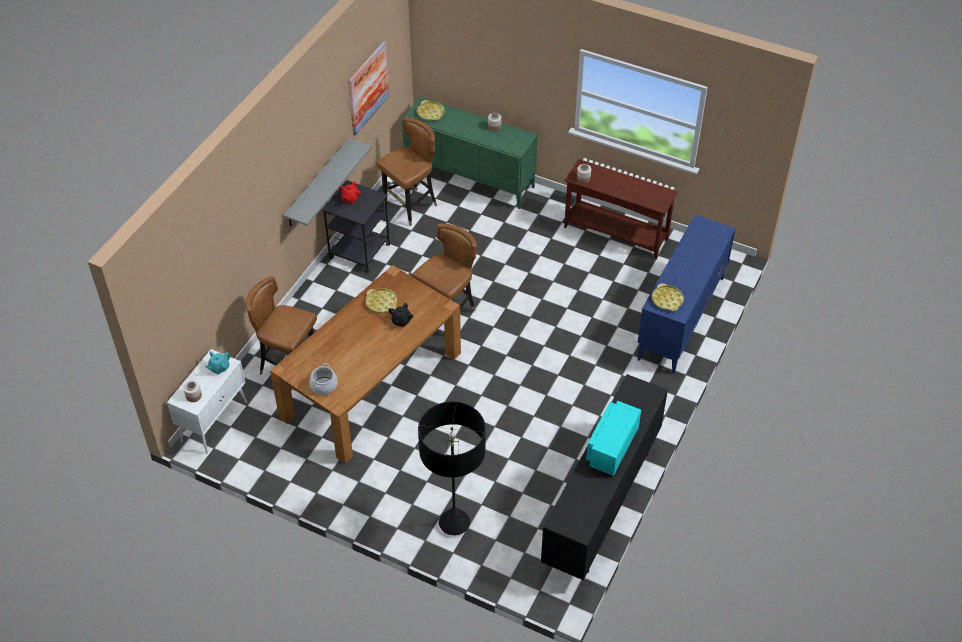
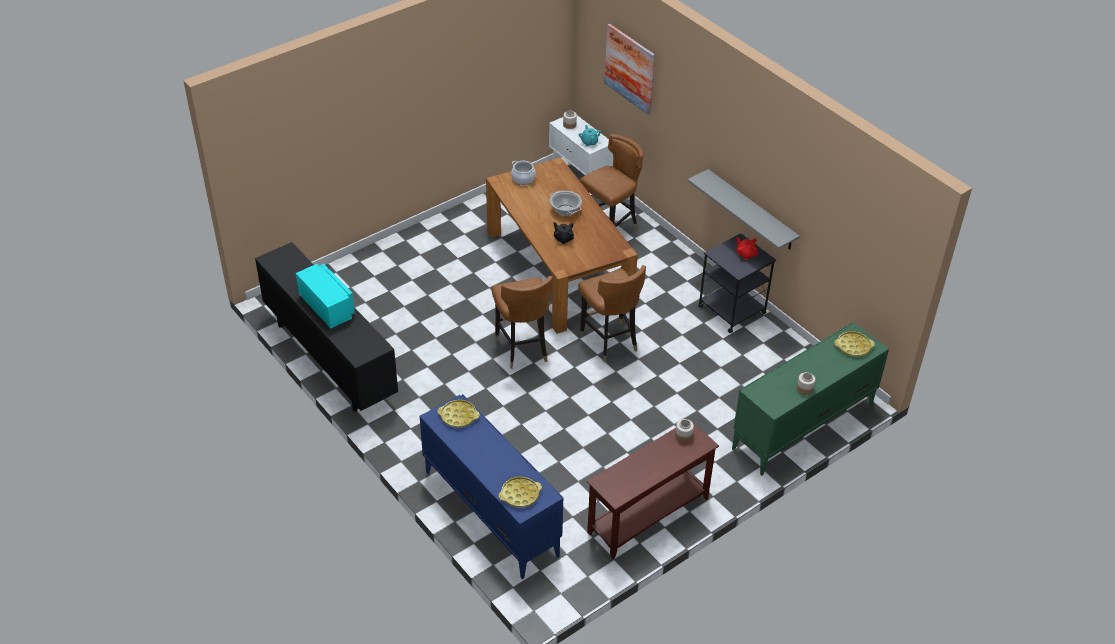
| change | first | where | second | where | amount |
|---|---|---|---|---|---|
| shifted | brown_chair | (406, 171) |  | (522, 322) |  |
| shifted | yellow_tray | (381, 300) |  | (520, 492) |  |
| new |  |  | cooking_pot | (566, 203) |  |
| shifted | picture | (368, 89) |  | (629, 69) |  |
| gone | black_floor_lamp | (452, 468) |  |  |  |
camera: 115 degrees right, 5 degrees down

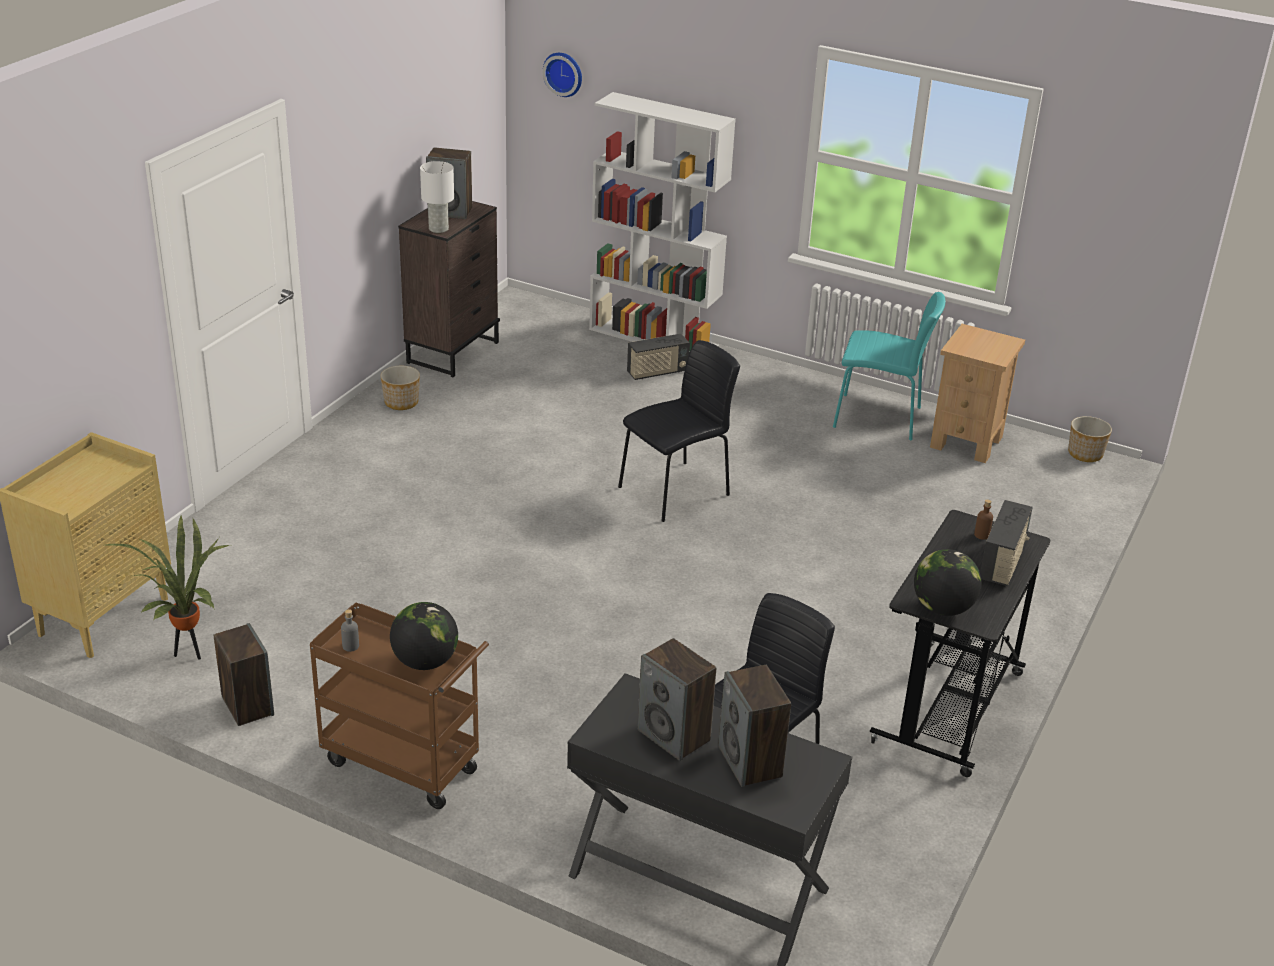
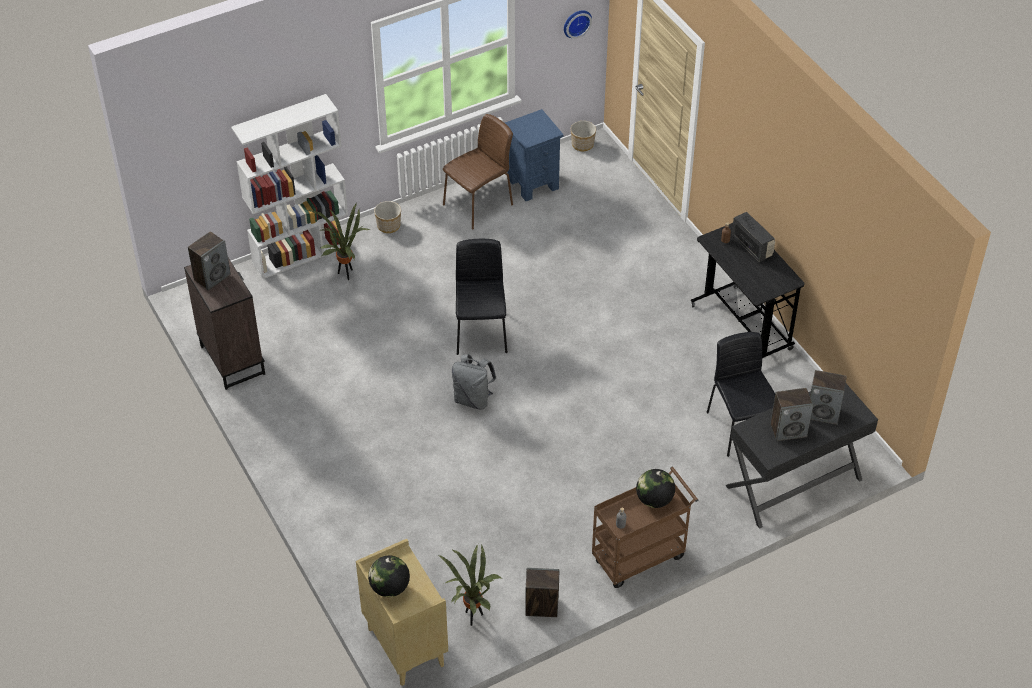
| change | first | where | second | where | amount |
|---|---|---|---|---|---|
| swapped | radio | (658, 357) | potted_plant | (339, 241) |  |
| shifted | globe | (948, 582) |  | (389, 576) |  |
| shifted | planter | (400, 388) |  | (387, 217) |  |
| repainted | turquoise_chair | (889, 366) | brown_chair | (478, 171) |  |
| new |  |  | grey_backpack | (474, 382) |  |
| repainted | beige_nightstand | (977, 393) | blue_nightstand | (534, 155) |  |
| shifted | wall_clock | (562, 75) |  | (578, 24) |  |
| gone | white_table_lamp | (437, 197) |  |  |  |
camera: 55 degrees left, 15 degrees up

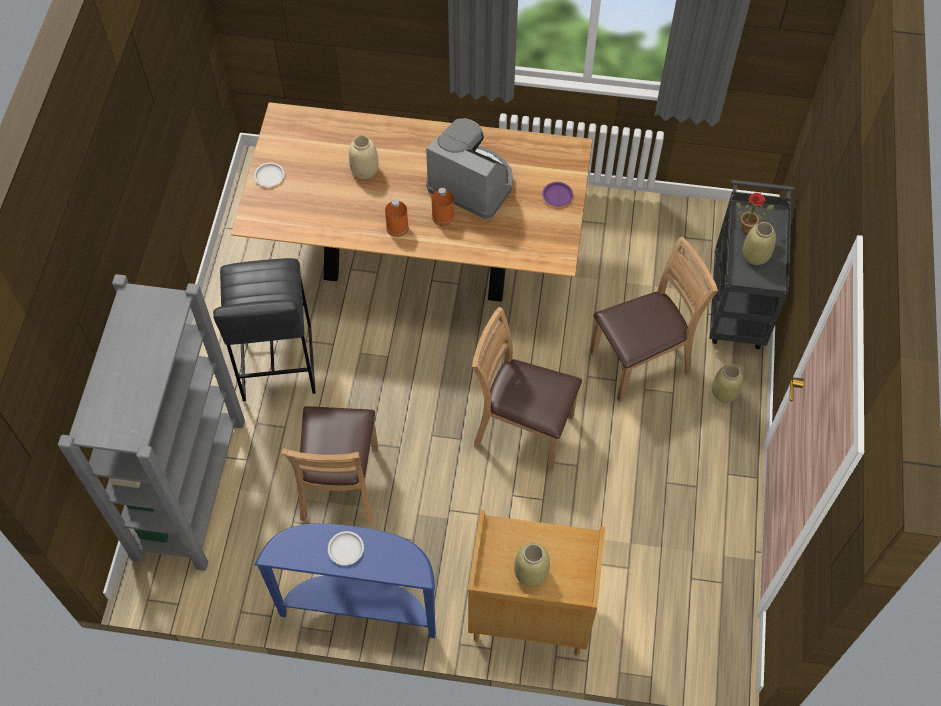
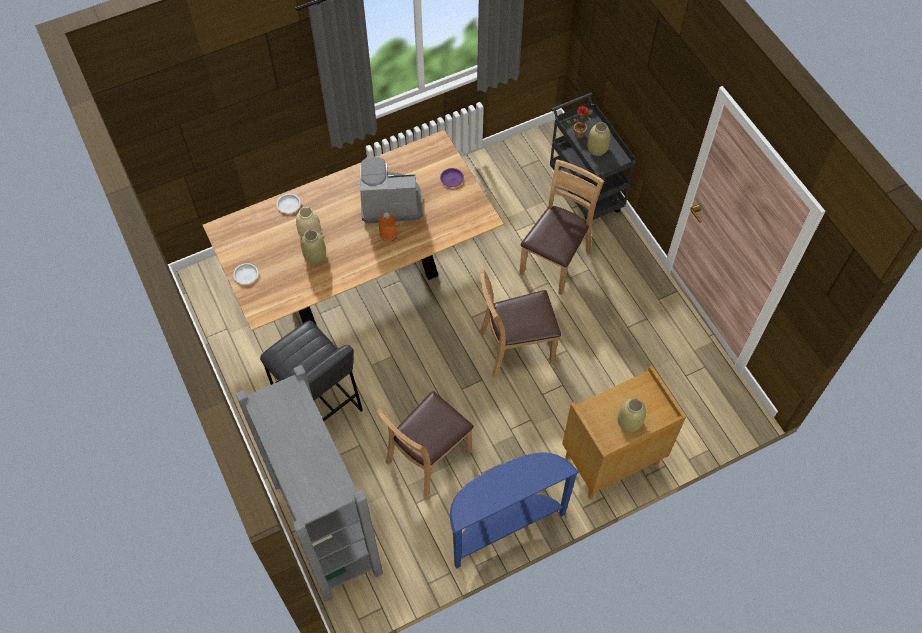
| change | first | where | second | where | amount |
|---|---|---|---|---|---|
| shifted | white_plate | (346, 548) |  | (288, 203) |  |
| shifted | beige_vase | (727, 383) |  | (313, 247) |  |
| rotated | brown_chair | (329, 465) |  | (425, 445) | 75 degrees clockwise |
| gone | orange_bottle | (397, 218) |  |  |  |
camera: 35 degrees left, 0 degrees up

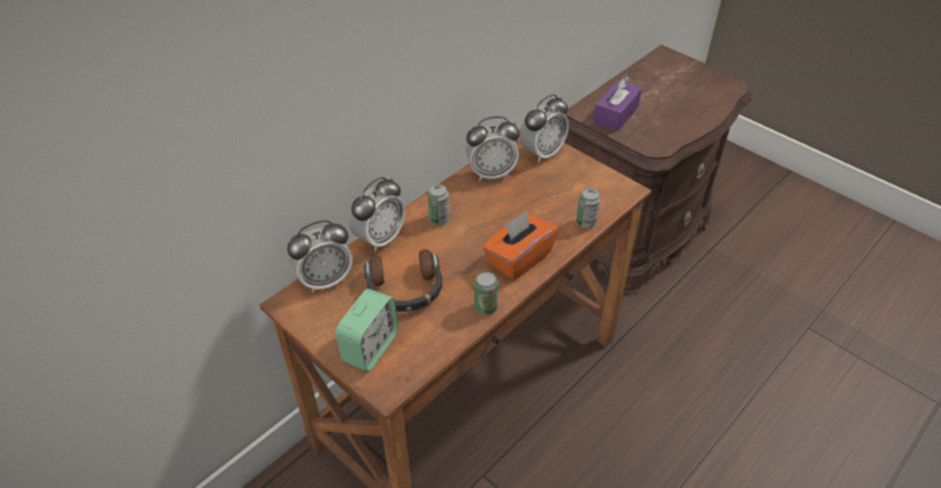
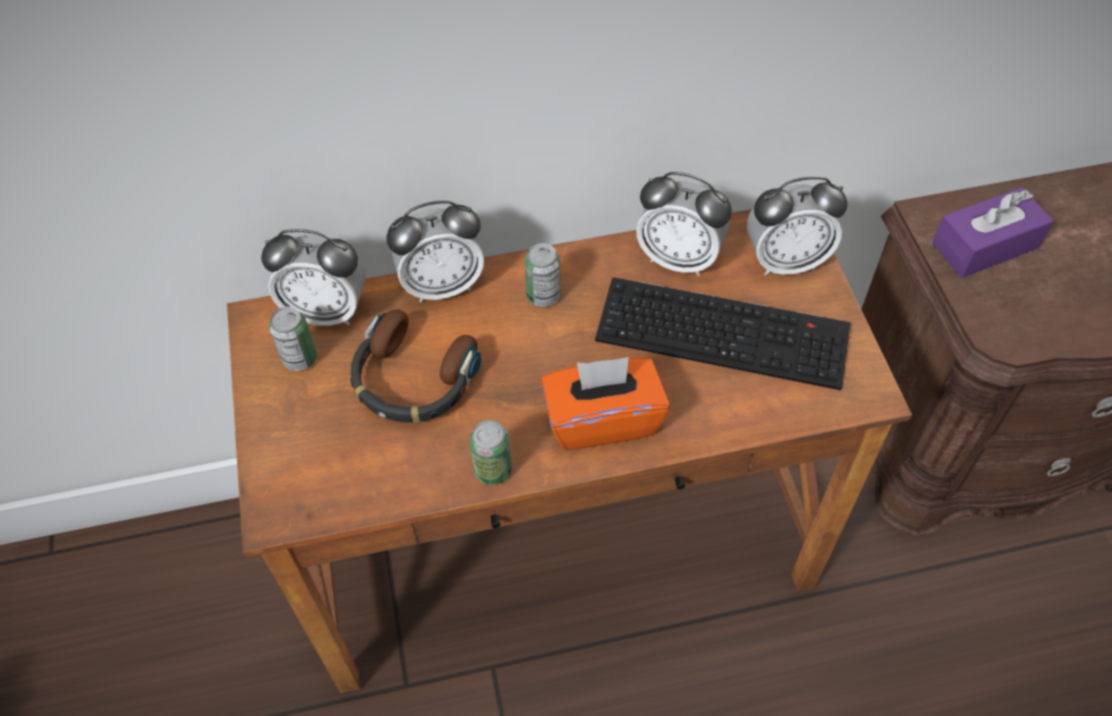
| change | first | where | second | where | amount |
|---|---|---|---|---|---|
| shifted | can | (588, 208) |  | (293, 339) |  |
| new |  |  | keyboard | (723, 333) |  |
| gone | alarm_clock | (367, 330) |  |  |  |
camera: 35 degrees right, 10 degrees up

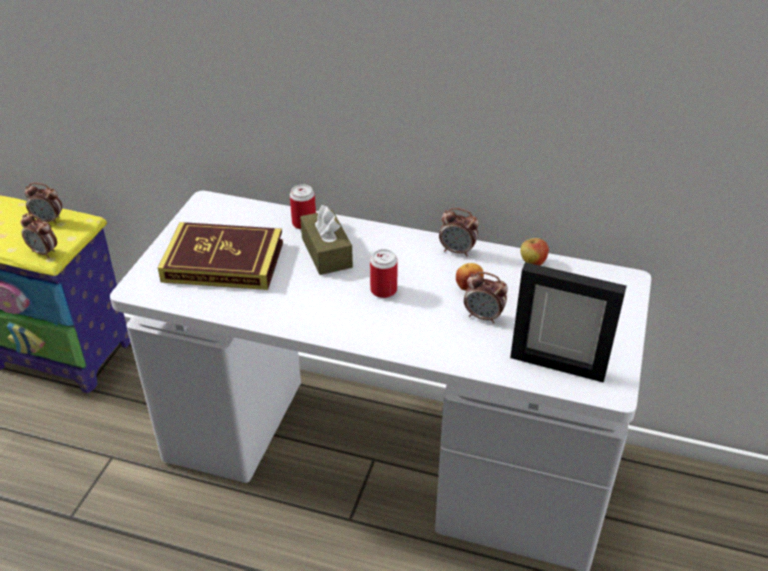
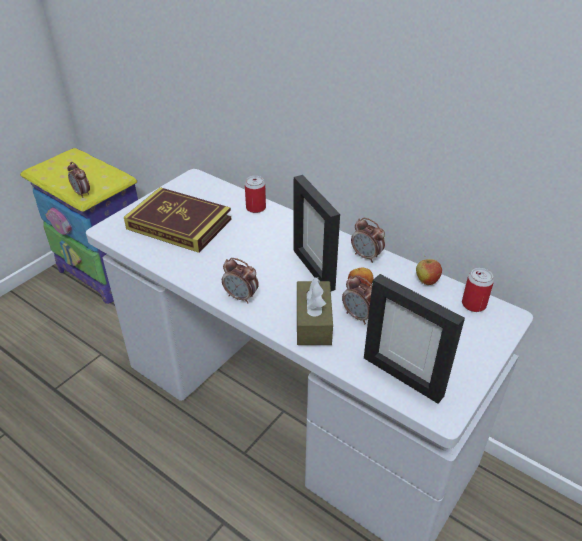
| change | first | where | second | where | amount |
|---|---|---|---|---|---|
| shifted | alarm_clock | (43, 203) |  | (240, 281) |  |
| new |  |  | picture_frame | (316, 233) |  |
| shifted | brown_tissue_box | (326, 240) |  | (315, 311) |  |
| shifted | can | (384, 273) |  | (478, 290) |  |
camera: 20 degrees right, 0 degrees up

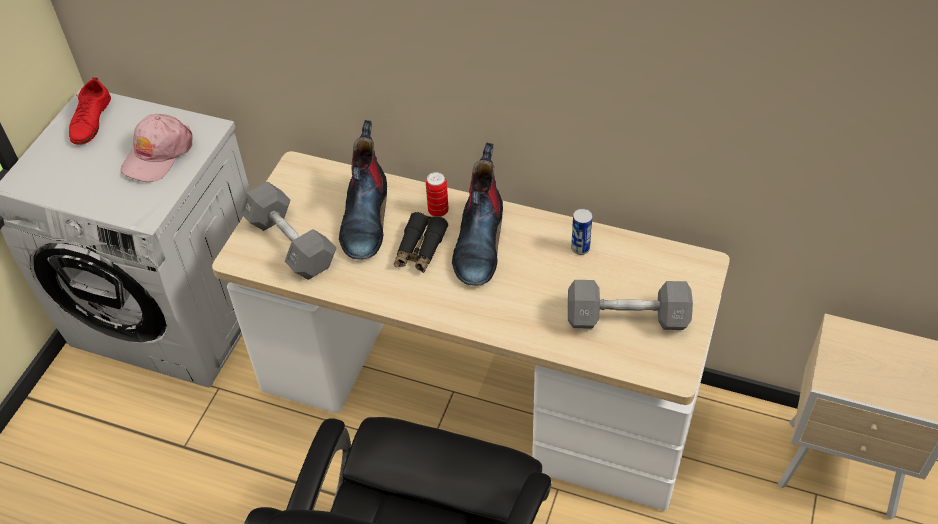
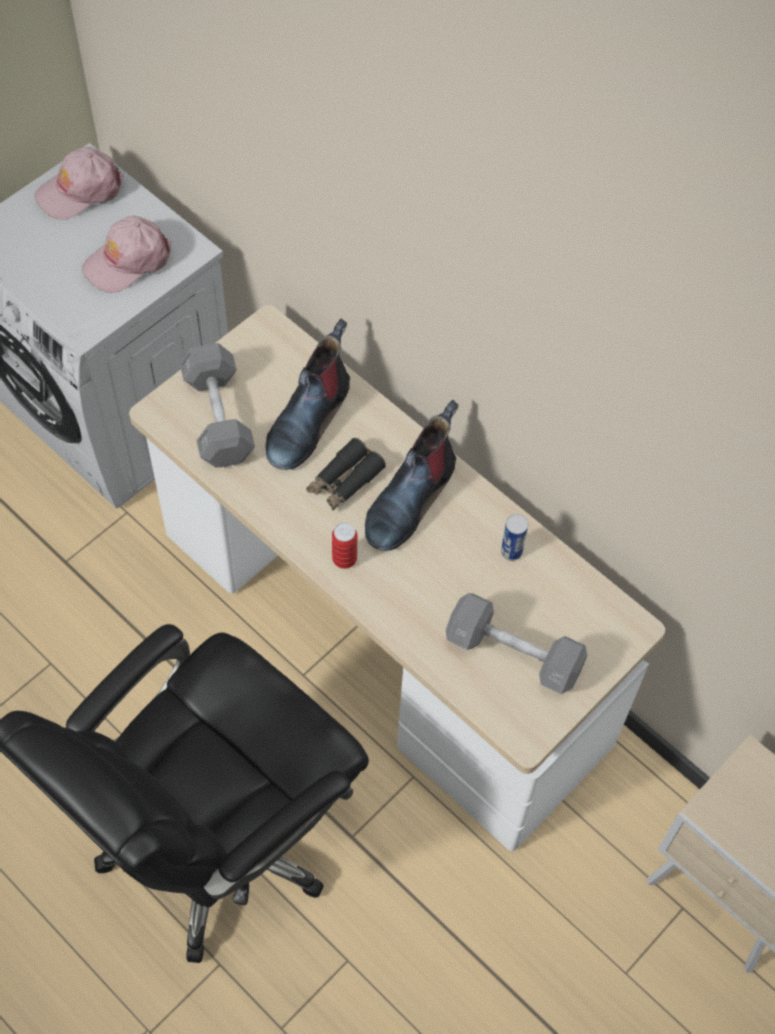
| change | first | where | second | where | amount |
|---|---|---|---|---|---|
| swapped | red_shoe | (90, 110) | pink_cap | (79, 183) |  |
| shifted | can | (437, 194) |  | (344, 545) |  |
camera: 20 degrees right, 10 degrees up

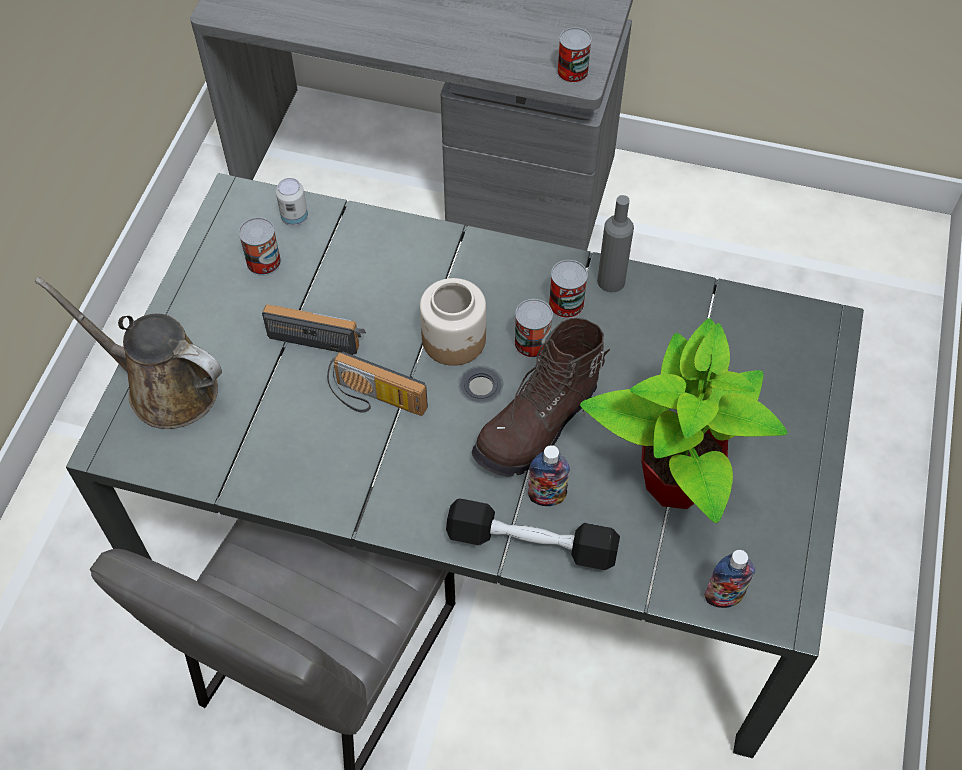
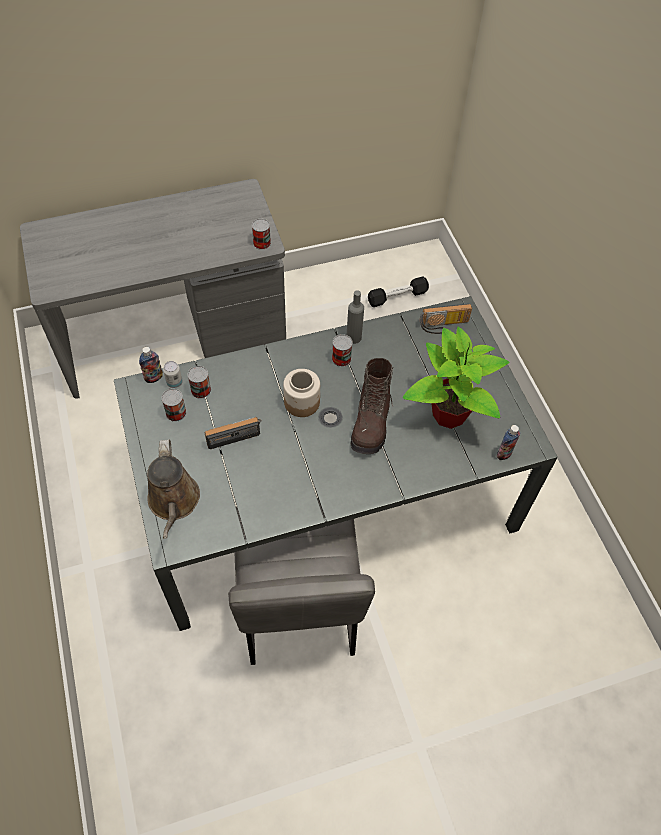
| change | first | where | second | where | amount |
|---|---|---|---|---|---|
| shifted | bottle | (549, 475) |  | (151, 365) |  |
| rotated | brown_watering_can | (128, 352) |  | (173, 489) | 90 degrees counterclockwise |
| shifted | can | (533, 328) |  | (199, 382) |  |
| shifted | black_dumbbell | (533, 534) |  | (398, 291) |  |
| shifted | radio | (377, 384) |  | (446, 319) |  |
camera: 35 degrees left, 0 degrees up

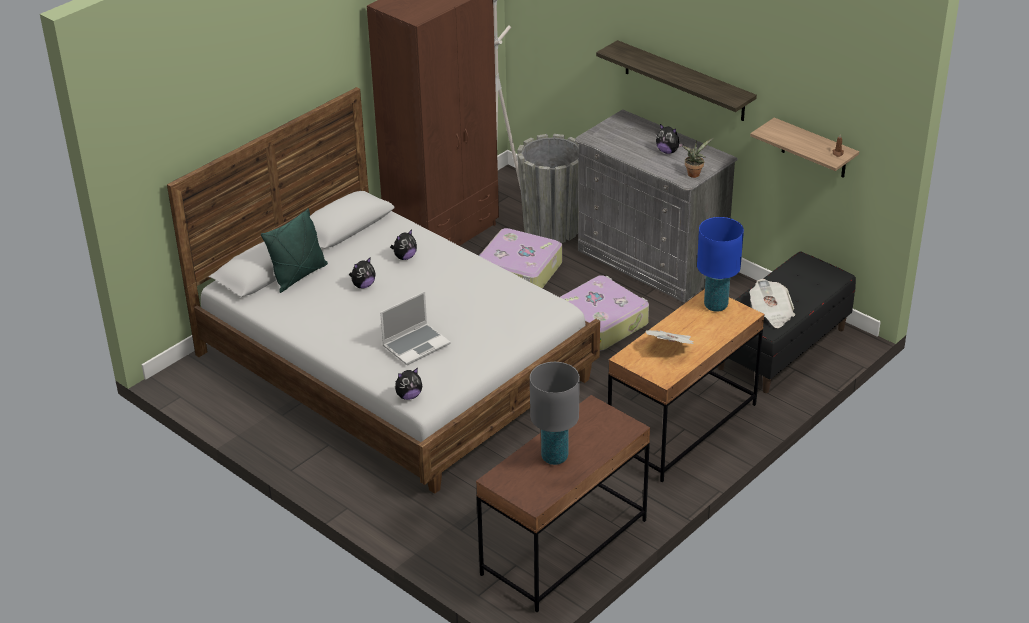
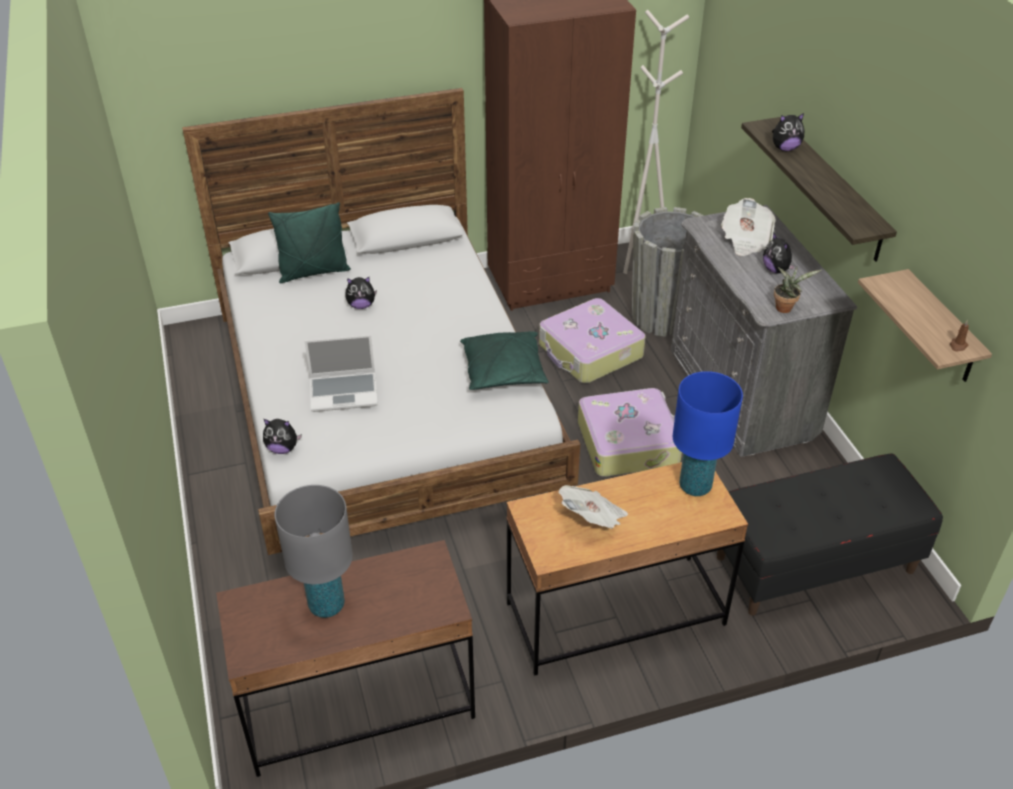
| change | first | where | second | where | amount |
|---|---|---|---|---|---|
| new |  |  | green_pillow | (504, 360) |  |
| shifted | newspaper | (772, 303) |  | (748, 227) |  |
| shifted | plush_toy | (403, 244) |  | (788, 132) |  |
camera: 30 degrees right, 5 degrees up

